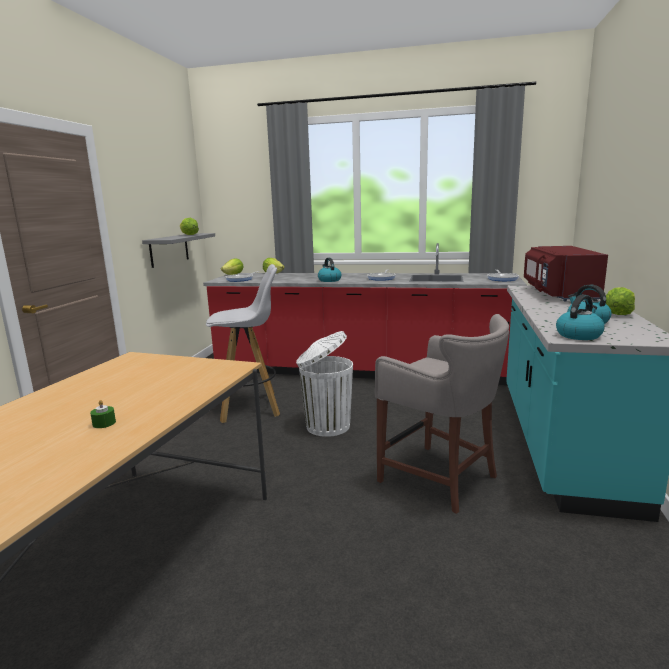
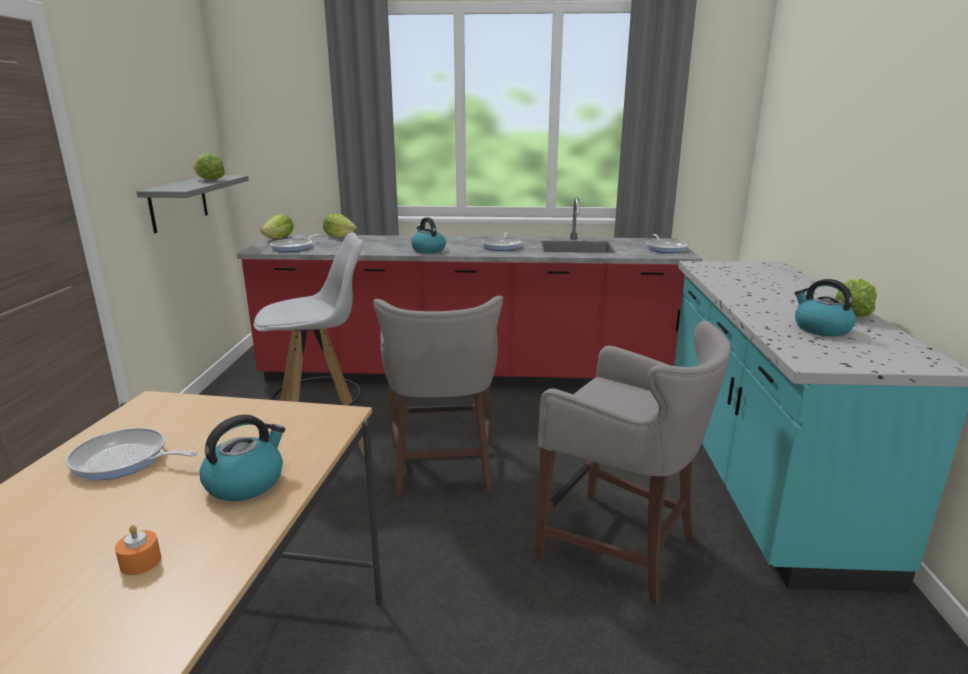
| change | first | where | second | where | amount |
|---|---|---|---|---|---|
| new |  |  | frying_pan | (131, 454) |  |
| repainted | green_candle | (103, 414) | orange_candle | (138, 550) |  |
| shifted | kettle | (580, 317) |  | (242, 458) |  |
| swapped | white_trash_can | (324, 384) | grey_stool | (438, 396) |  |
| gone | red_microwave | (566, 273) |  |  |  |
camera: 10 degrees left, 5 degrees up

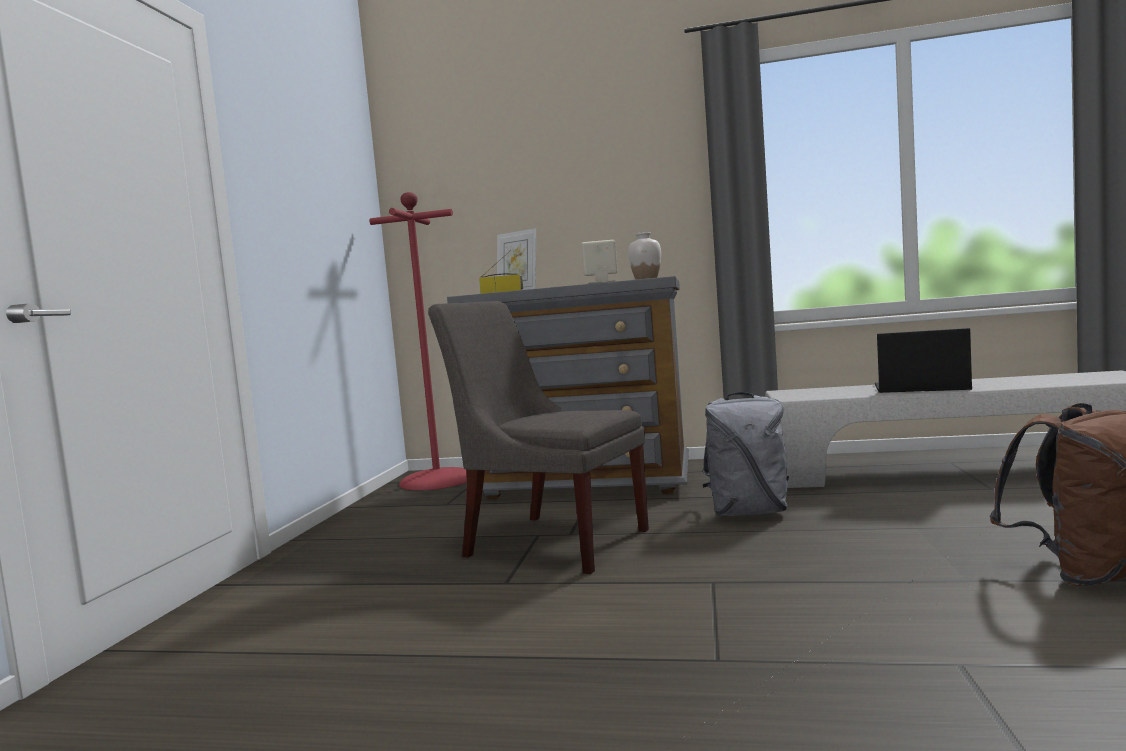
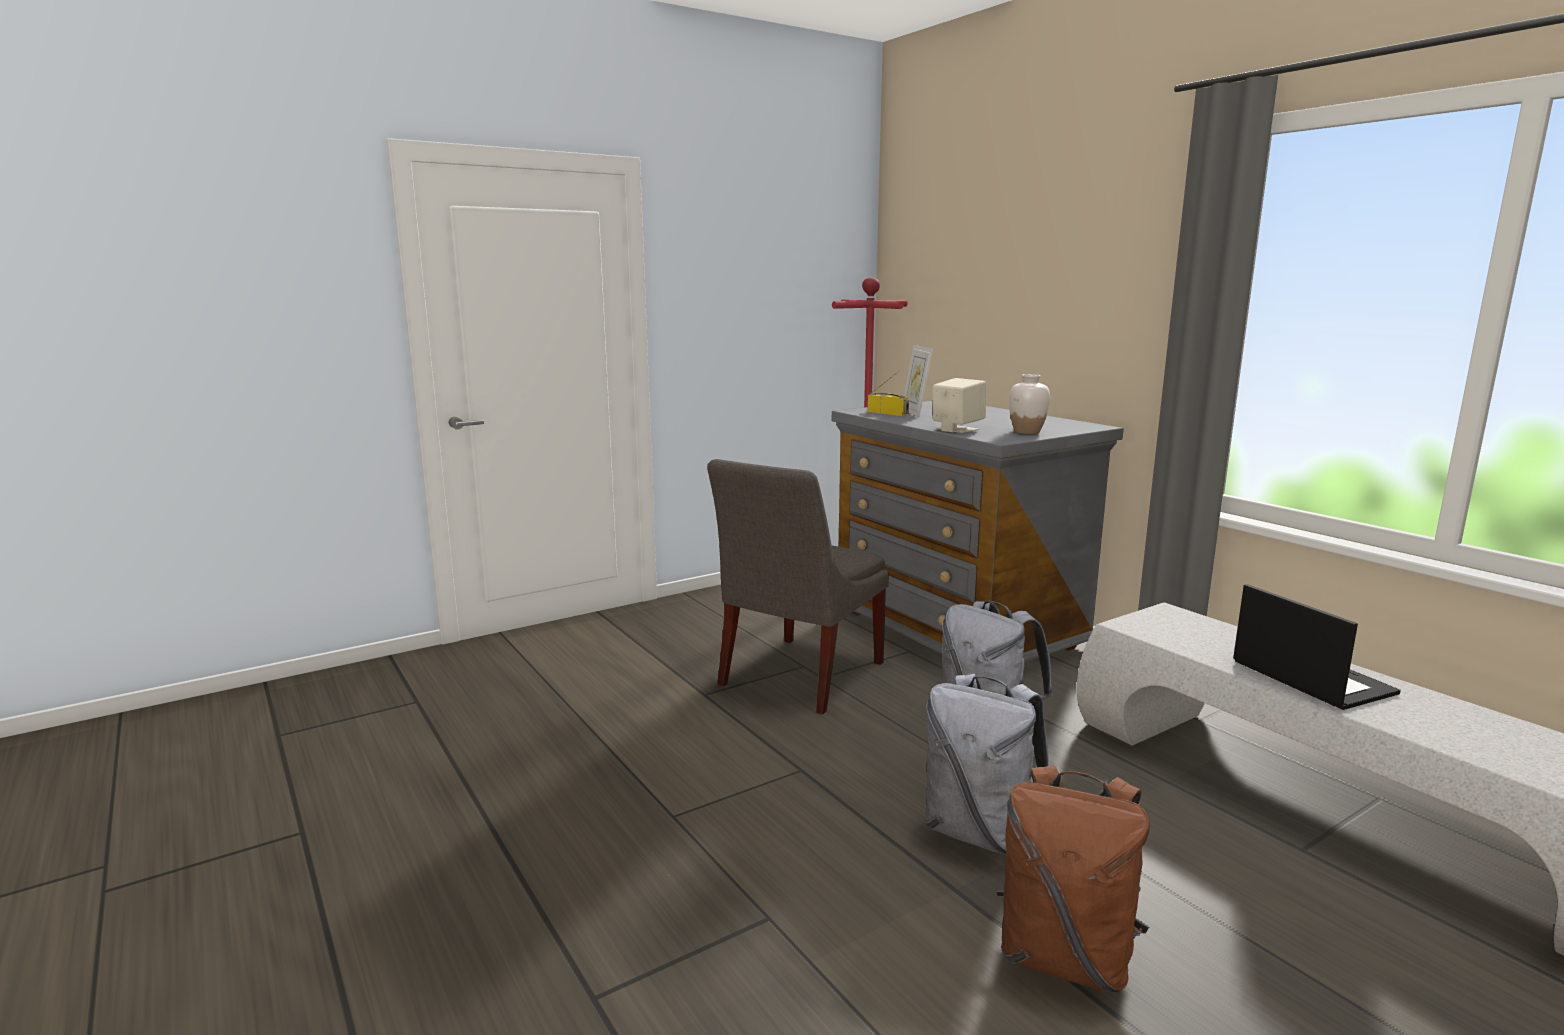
| change | first | where | second | where | amount |
|---|---|---|---|---|---|
| rotated | grey_chair | (538, 437) |  | (798, 586) | 135 degrees counterclockwise |
| new |  |  | grey_backpack | (987, 764) |  |
camera: 45 degrees right, 10 degrees up

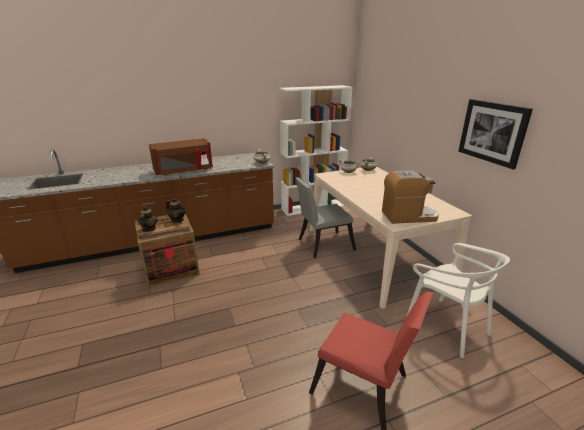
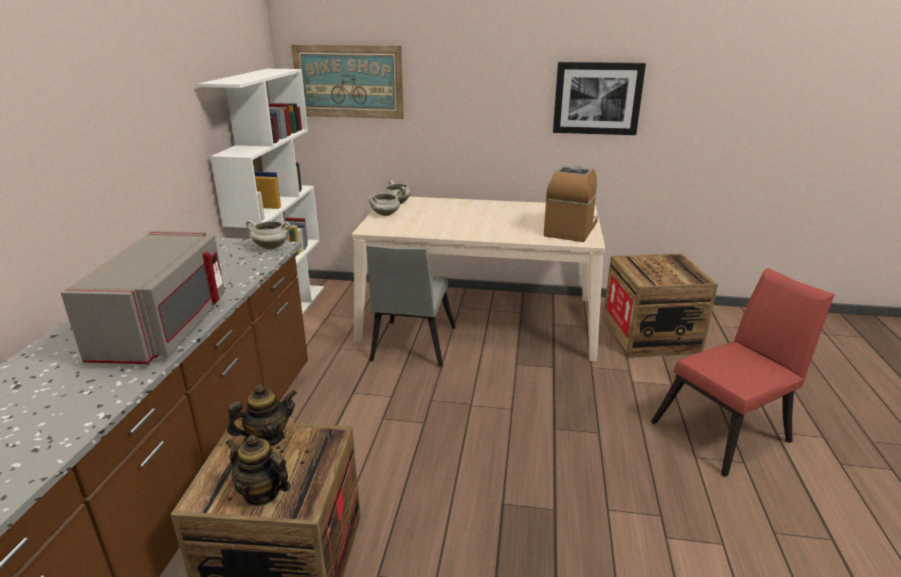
| change | first | where | second | where | amount |
|---|---|---|---|---|---|
| repainted | brown_microwave | (181, 156) | grey_microwave | (143, 297) |  |
| new |  |  | picture | (347, 82) |  |
| swapped | white_chair | (458, 300) | crate | (660, 305) |  |
camera: 60 degrees left, 0 degrees up

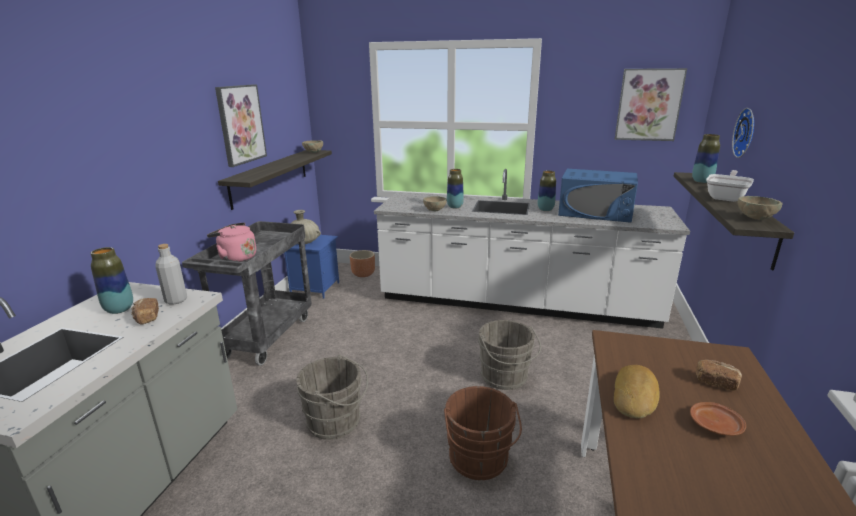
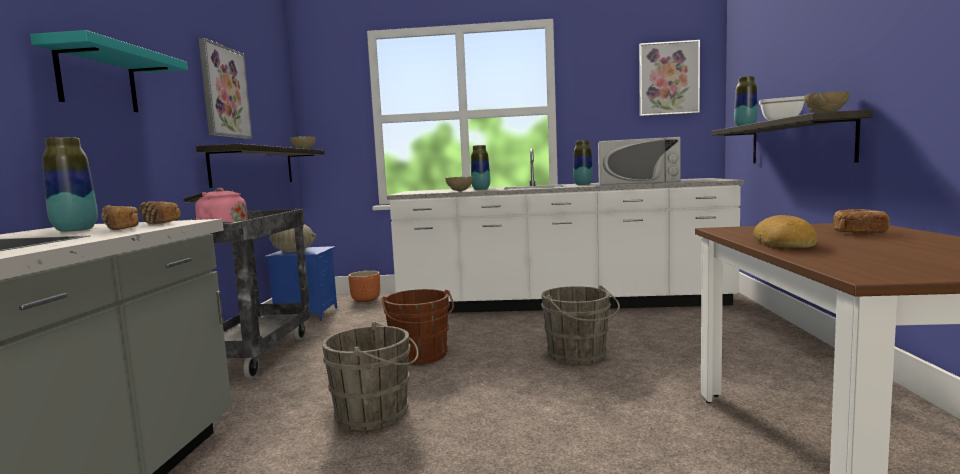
| change | first | where | second | where | amount |
|---|---|---|---|---|---|
| new |  |  | turquoise_shelf | (109, 71) |  |
| swapped | grey_bottle | (171, 274) | bread | (160, 212) |  |
| shifted | brown_bucket | (483, 433) |  | (418, 327) |  |
| repainted | blue_microwave | (598, 196) | white_microwave | (639, 161) |  |
| gone | brown_plate | (718, 419) |  |  |  |
| gone | wall_clock | (743, 133) |  |  |  |
camera: 10 degrees left, 15 degrees down

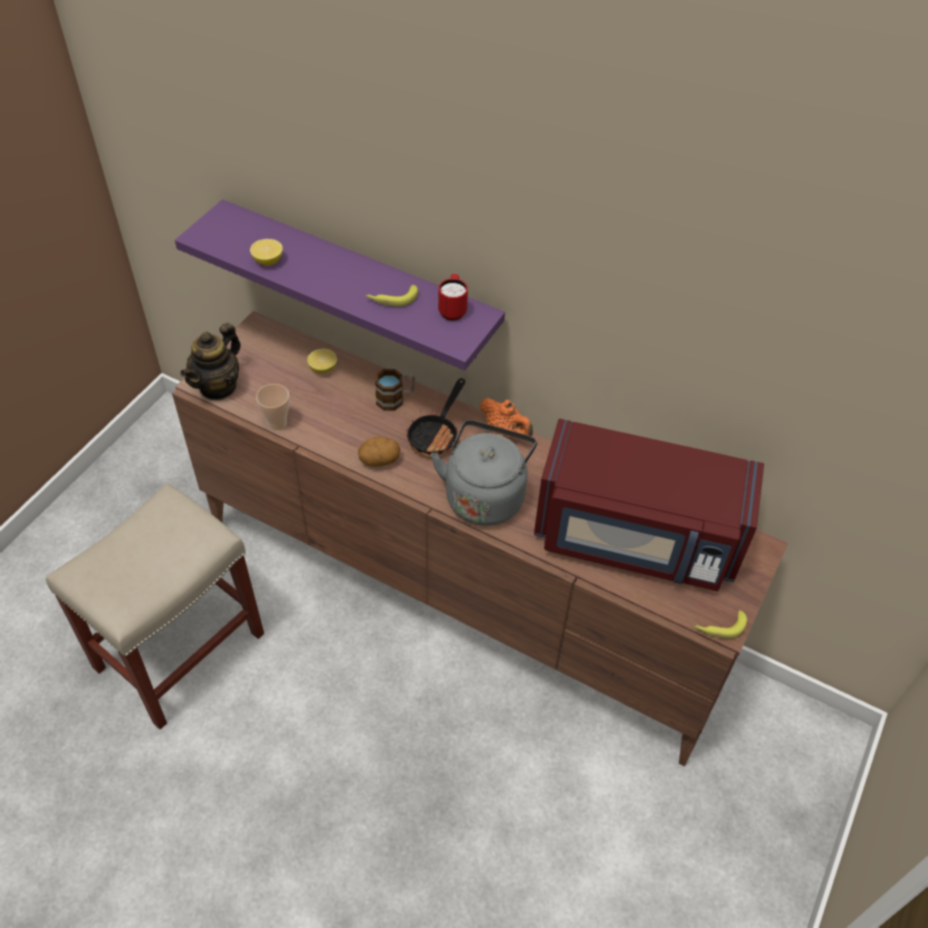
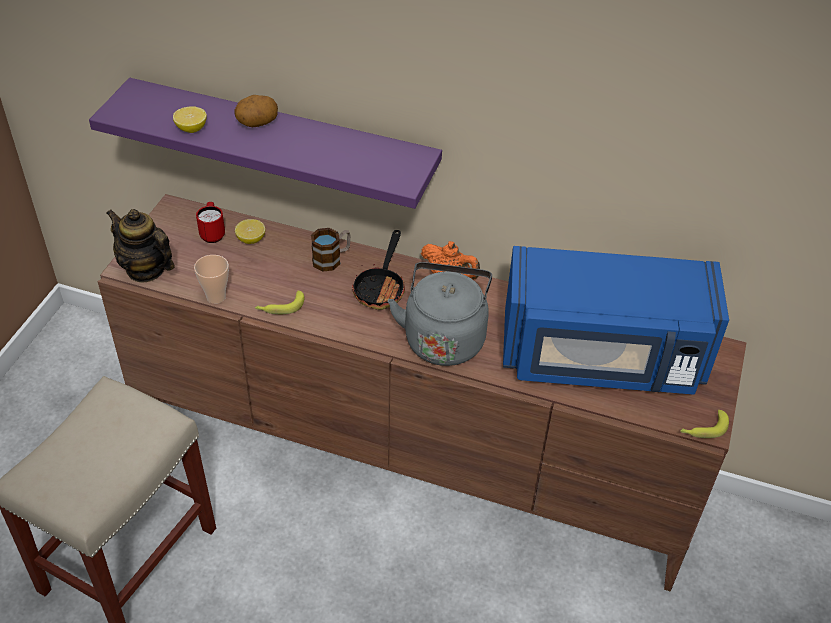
| change | first | where | second | where | amount |
|---|---|---|---|---|---|
| rotated | teapot | (210, 361) |  | (140, 245) | 105 degrees clockwise |
| shifted | red_mug | (453, 297) |  | (210, 222) |  |
| shifted | potato | (379, 452) |  | (256, 111) |  |
| shifted | banana | (392, 296) |  | (279, 302) |  |
| repainted | red_microwave | (649, 504) | blue_microwave | (616, 320) |  |
camera: 10 degrees left, 5 degrees down

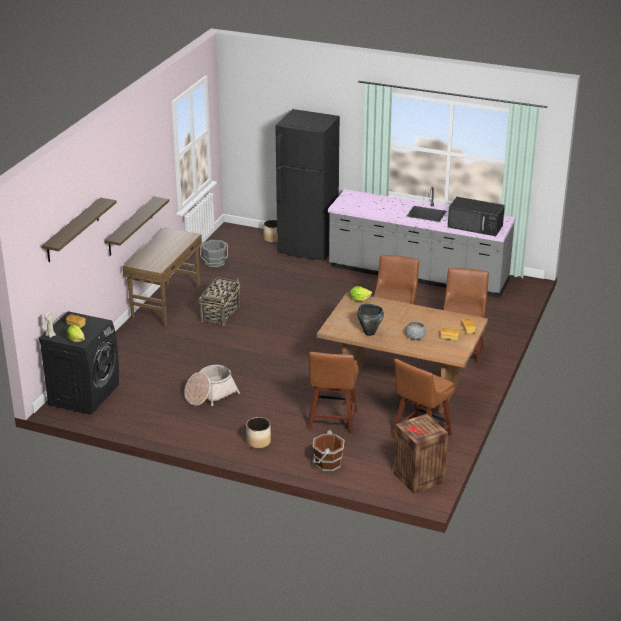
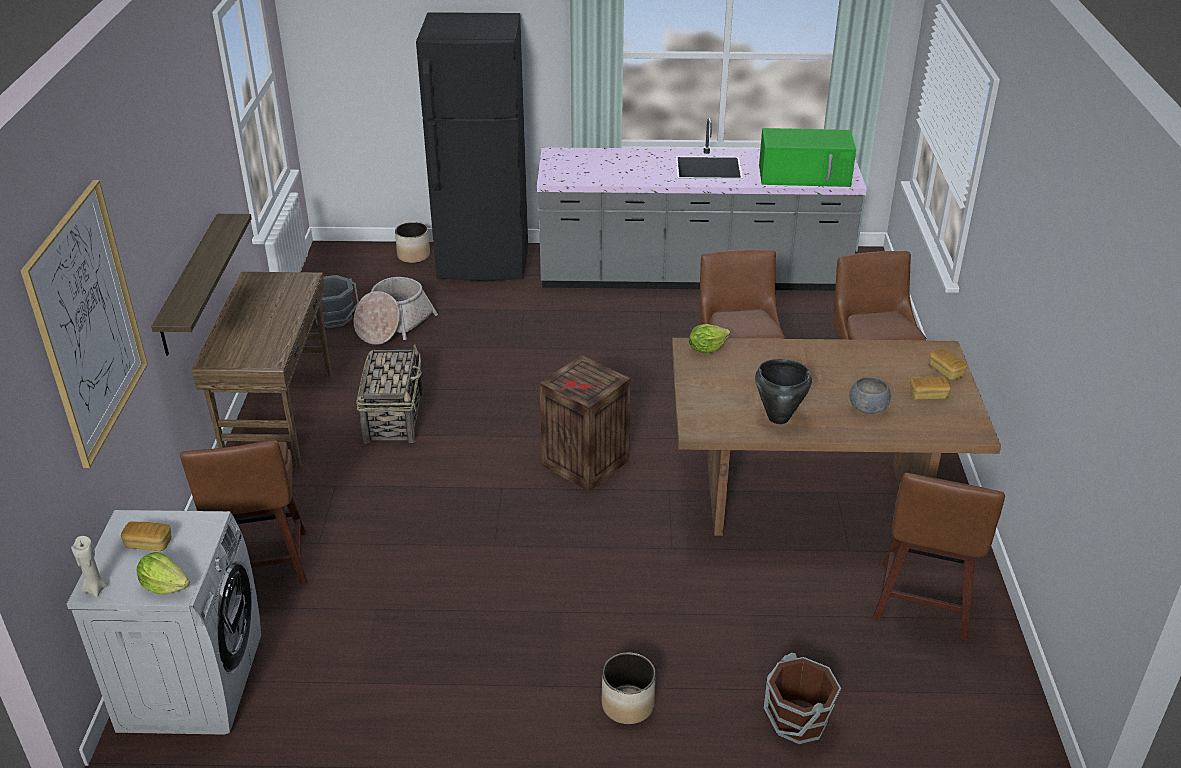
| change | first | where | second | where | amount |
|---|---|---|---|---|---|
| swapped | shelf | (79, 229) | picture | (84, 324) |  |
| repainted | black_washing_machine | (79, 363) | white_washing_machine | (164, 622) |  |
| shifted | brown_chair | (333, 393) |  | (244, 513) |  |
| shifted | basket | (212, 385) |  | (396, 311) |  |
| shifted | crate | (420, 454) |  | (585, 423) |  |
| repainted | black_microwave | (476, 216) | green_microwave | (807, 157) |  |
camera: 20 degrees left, 5 degrees up

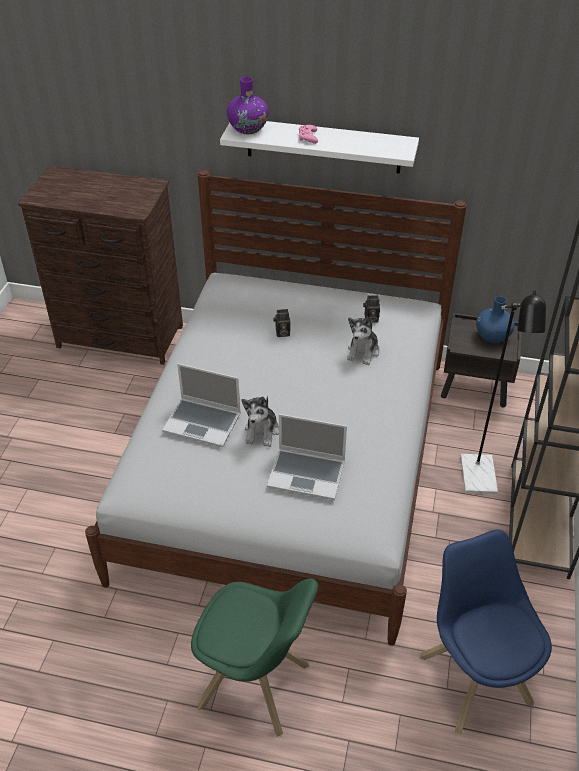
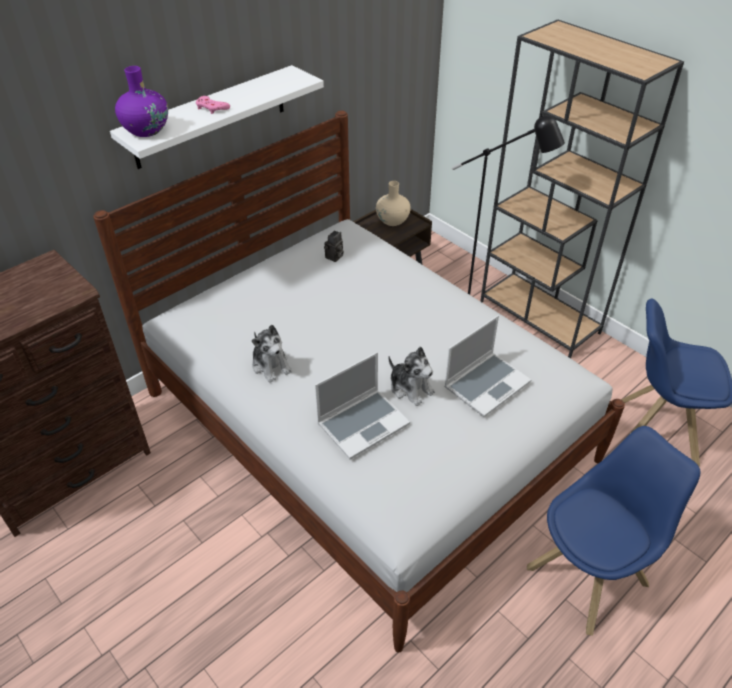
| change | first | where | second | where | amount |
|---|---|---|---|---|---|
| shifted | plush_toy | (363, 340) |  | (272, 354) |  |
| repainted | blue_vase | (495, 319) | beige_vase | (393, 203) |  |
| repainted | green_chair | (254, 657) | blue_chair | (614, 531) |  |
| gone | photo_camera | (282, 323) |  |  |  |
camera: 55 degrees left, 0 degrees up

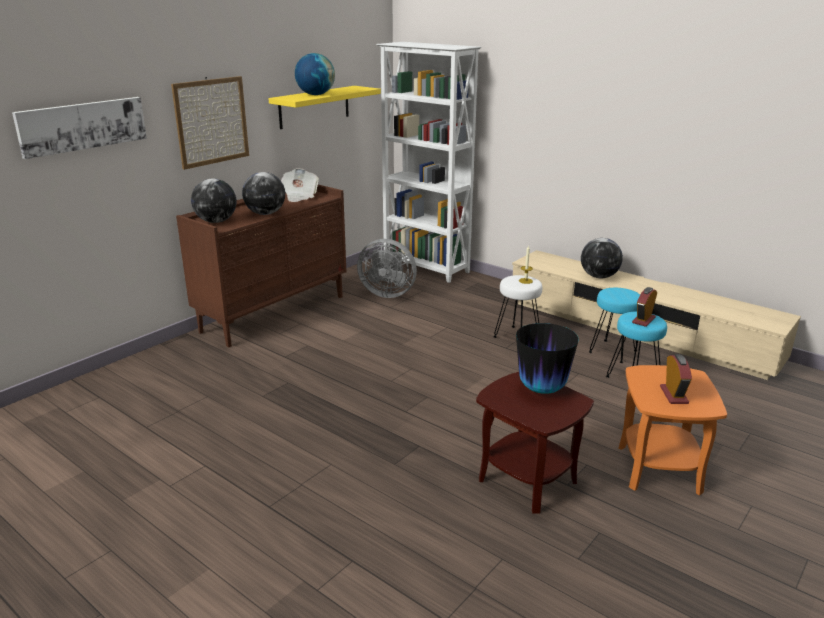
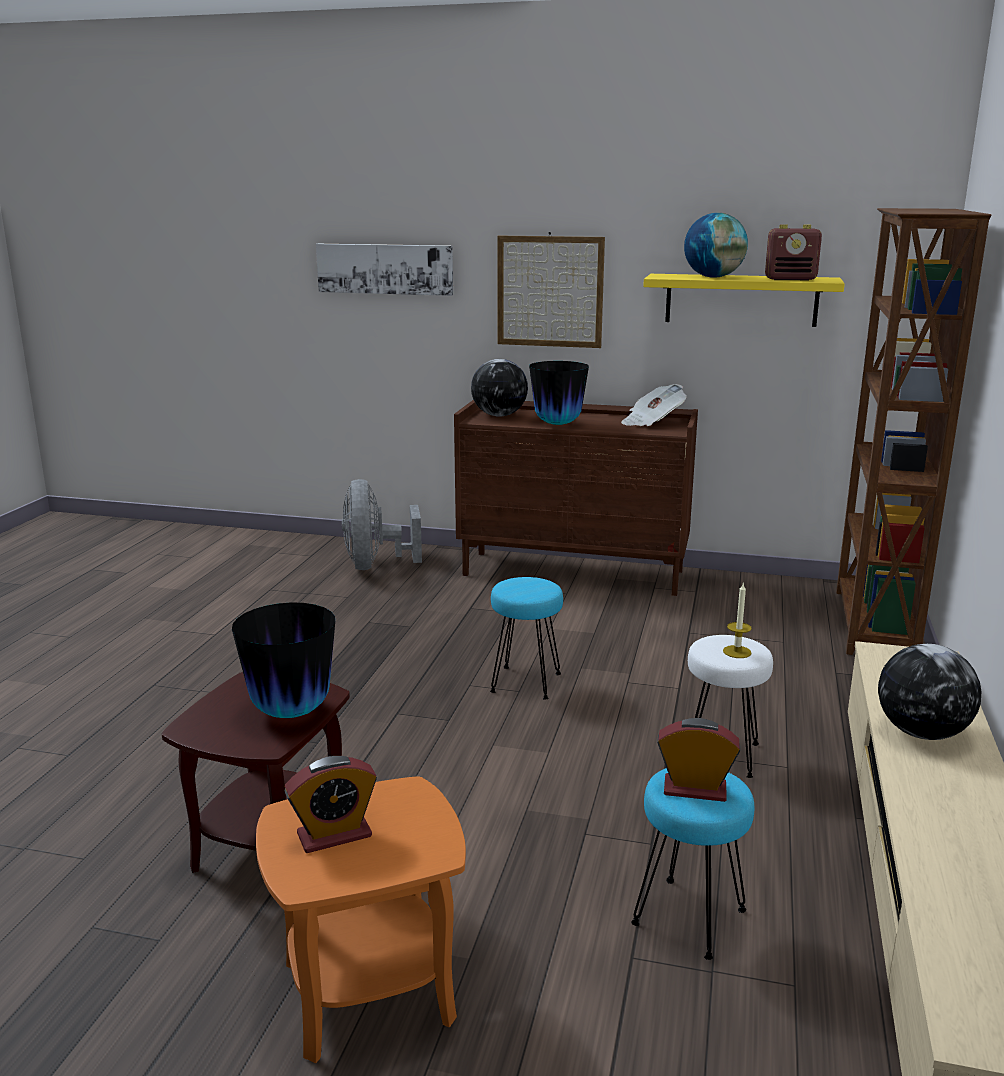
| change | first | where | second | where | amount |
|---|---|---|---|---|---|
| shifted | grey_fan | (387, 268) |  | (382, 524) |  |
| shifted | turquoise_stool | (614, 325) |  | (526, 638) |  |
| swapped | globe | (263, 193) | vase | (559, 393) |  |
| new |  |  | radio | (793, 252) |  |
| repainted | white_bookcase | (429, 162) | brown_bookcase | (913, 431) |  |
camera: 65 degrees right, 5 degrees down

